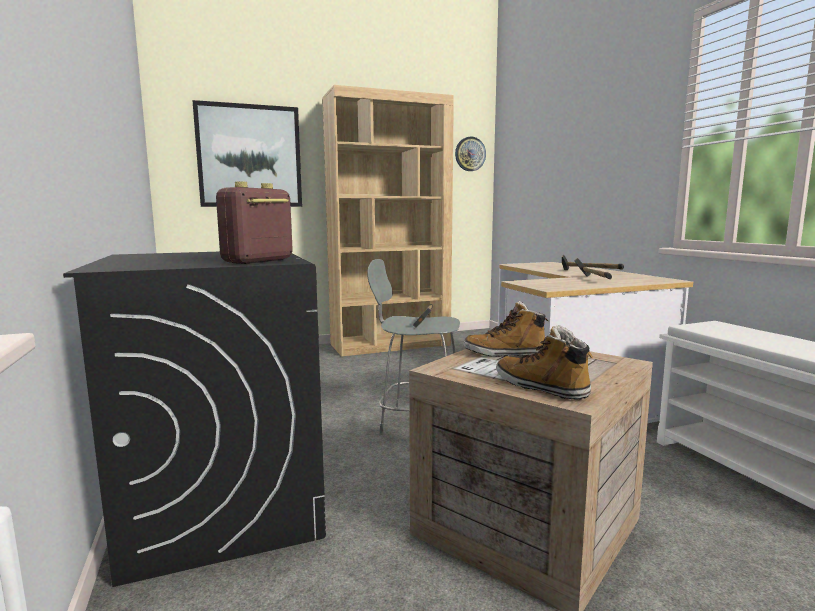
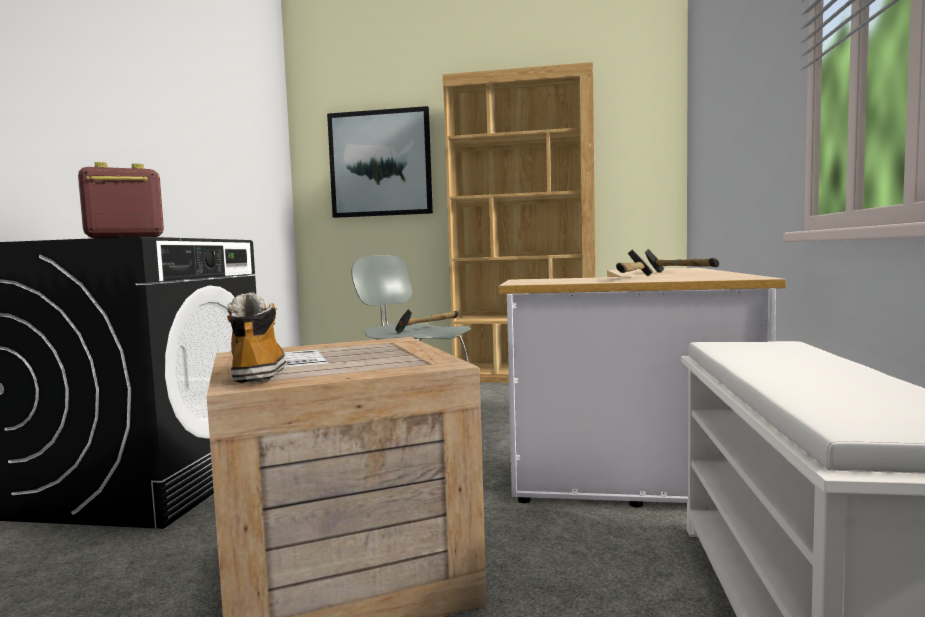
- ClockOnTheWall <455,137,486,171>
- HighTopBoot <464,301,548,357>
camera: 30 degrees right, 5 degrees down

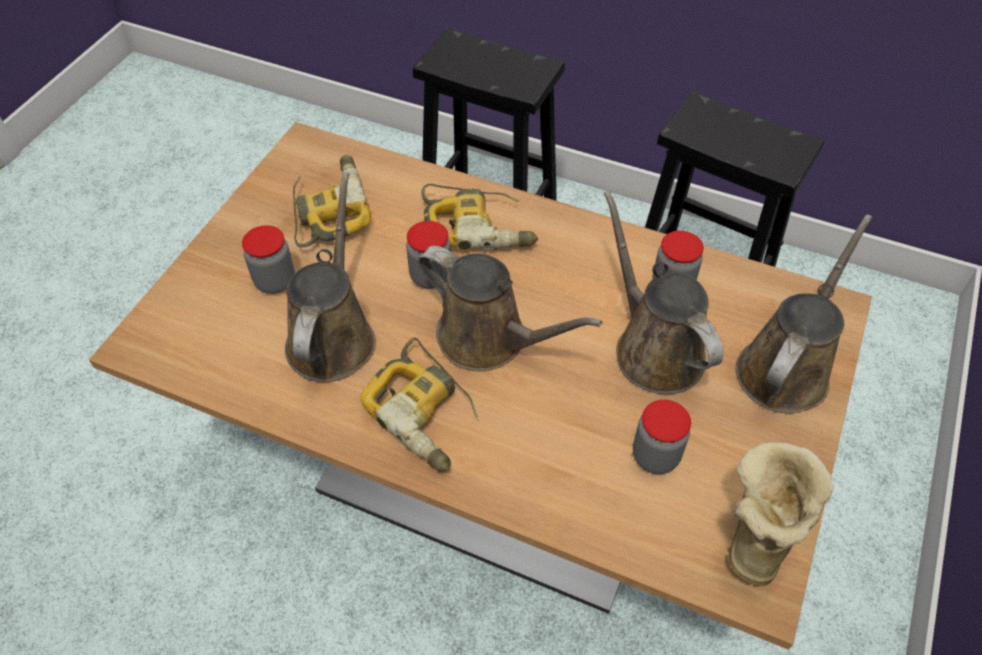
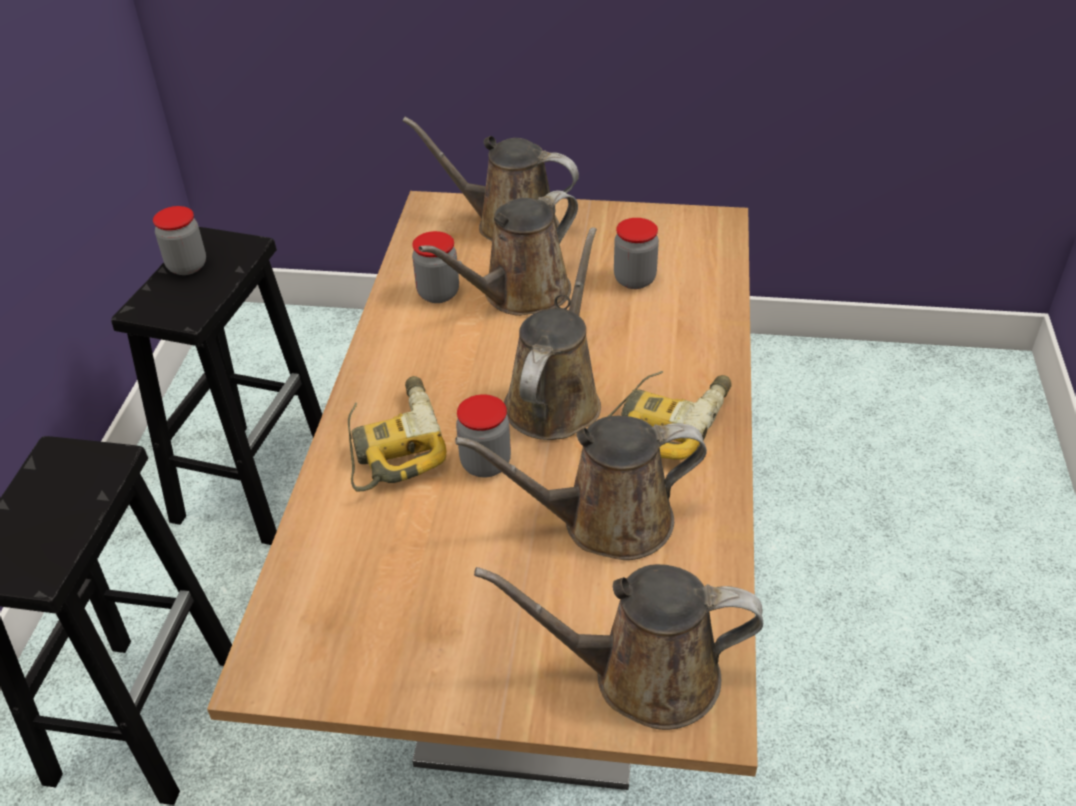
- Drill <293,155,371,247>
~ StorageJar <242,225,295,294> to <153,206,206,275>
- HighTopBoot <728,442,834,586>
+ BrownColouredWateringPot <474,564,763,730>
camera: 105 degrees left, 10 degrees down

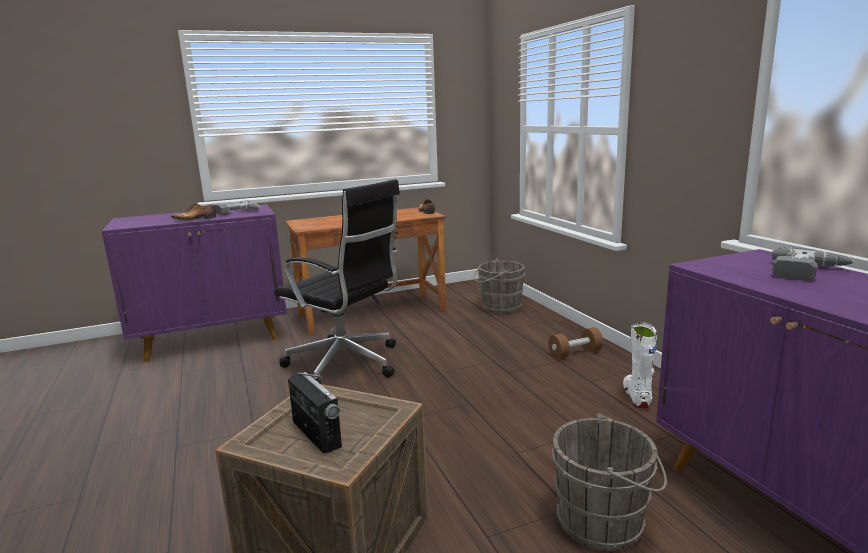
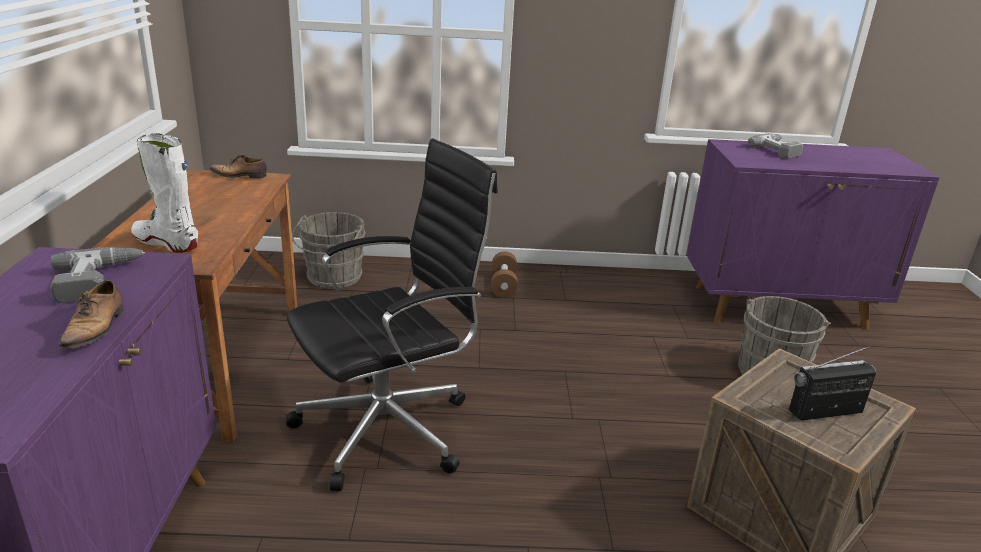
~ WhiteColouredHighTopBoot <623,323,657,408> to <131,133,198,253>
camera: 70 degrees left, 10 degrees up

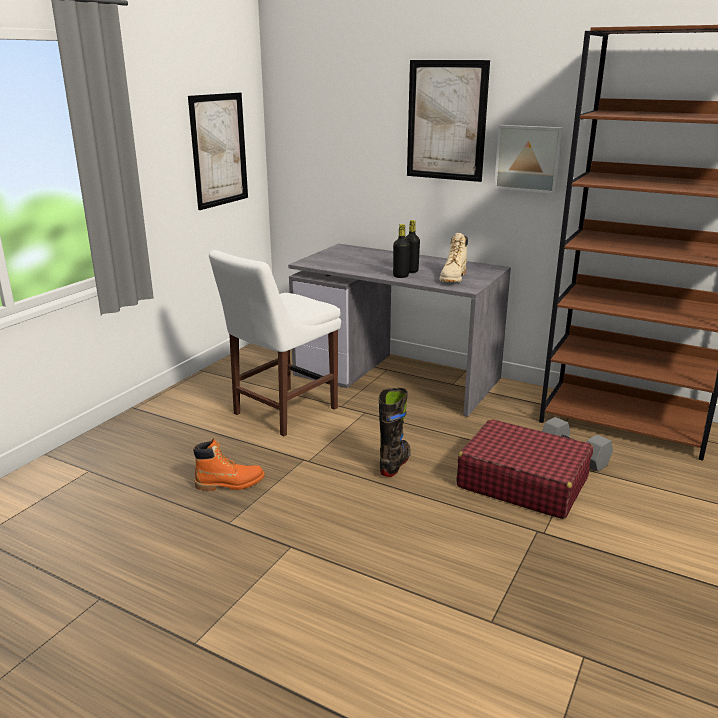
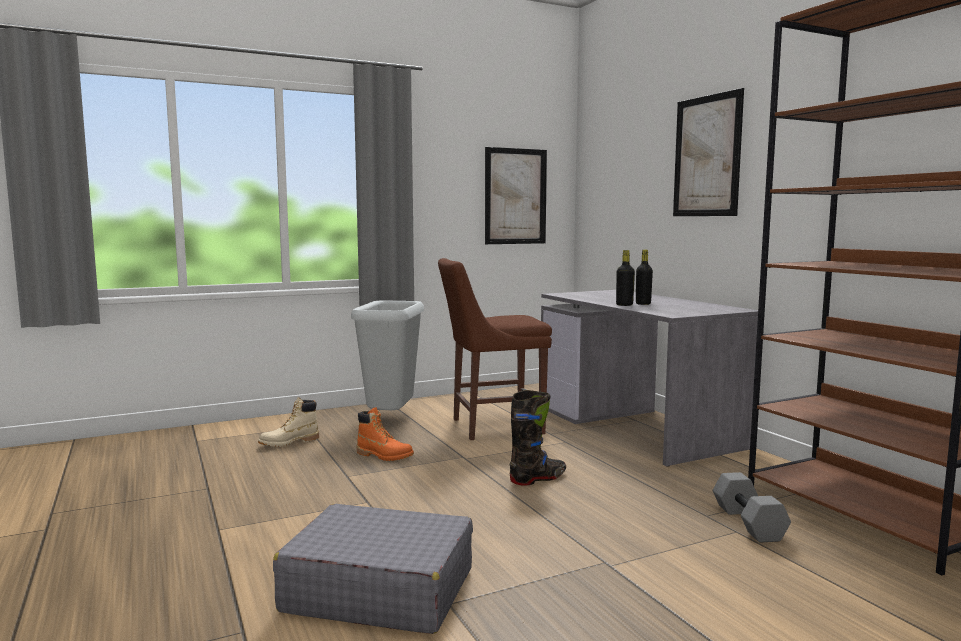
- Picture <494,125,564,194>
~ BeigeColouredHighTopBoot <439,233,468,282> to <258,397,319,447>
~ WhiteColouredChair <209,250,341,436> to BrownColouredChair <438,258,552,440>
- RedColouredTravelCase <457,419,593,519>
+ GrayRubbishBin <351,300,424,410>
+ GrayTravelCase <273,504,473,634>
camera: 35 degrees right, 15 degrees down

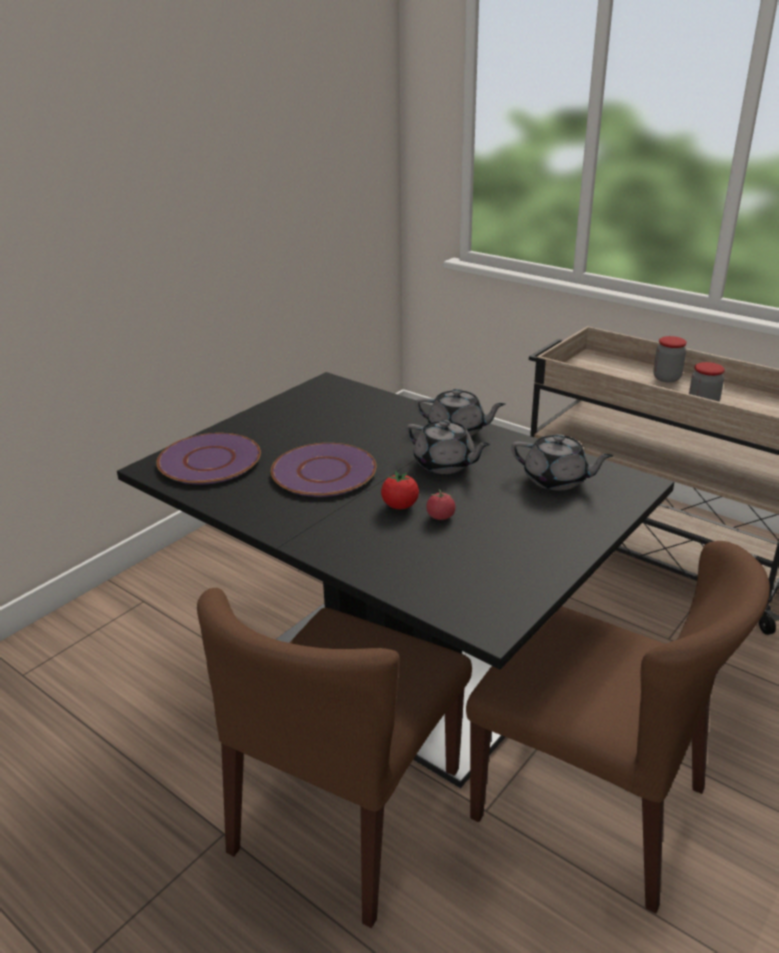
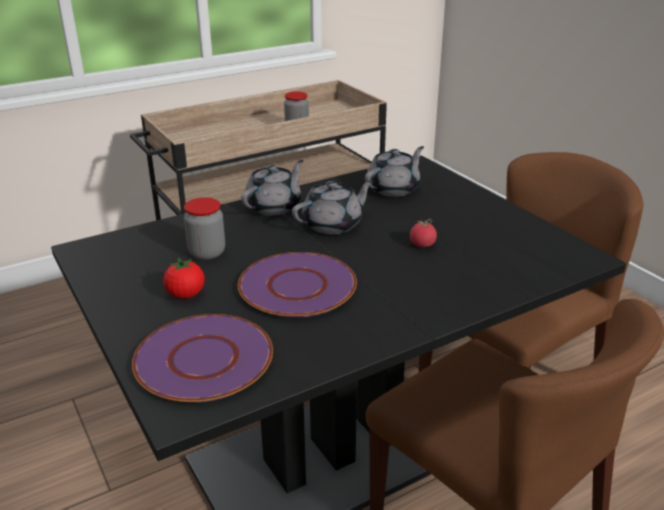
~ StorageJar <653,336,687,383> to <184,197,225,260>
~ FreshTomato <381,471,419,509> to <163,257,205,299>
camera: 70 degrees left, 0 degrees up

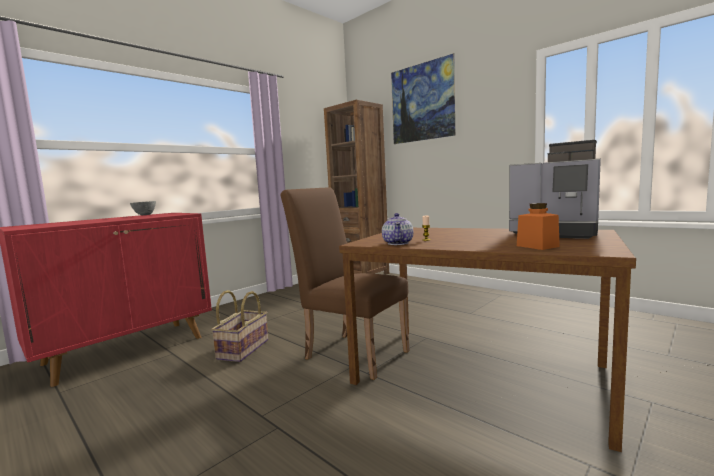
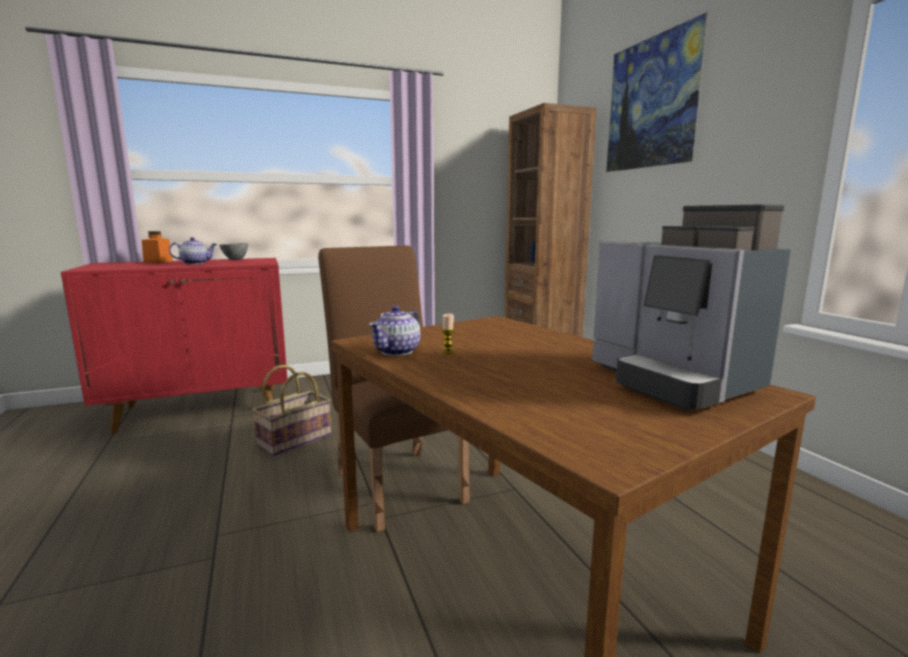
~ OrangeyStorageJar <517,203,560,250> to <142,231,173,263>
+ PotForTea <169,237,217,264>
camera: 25 degrees right, 5 degrees up

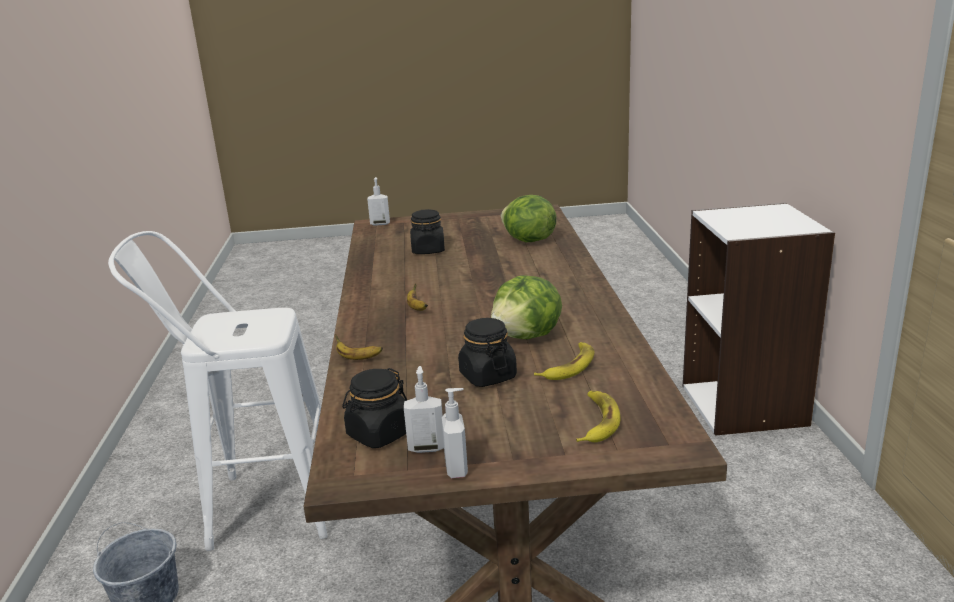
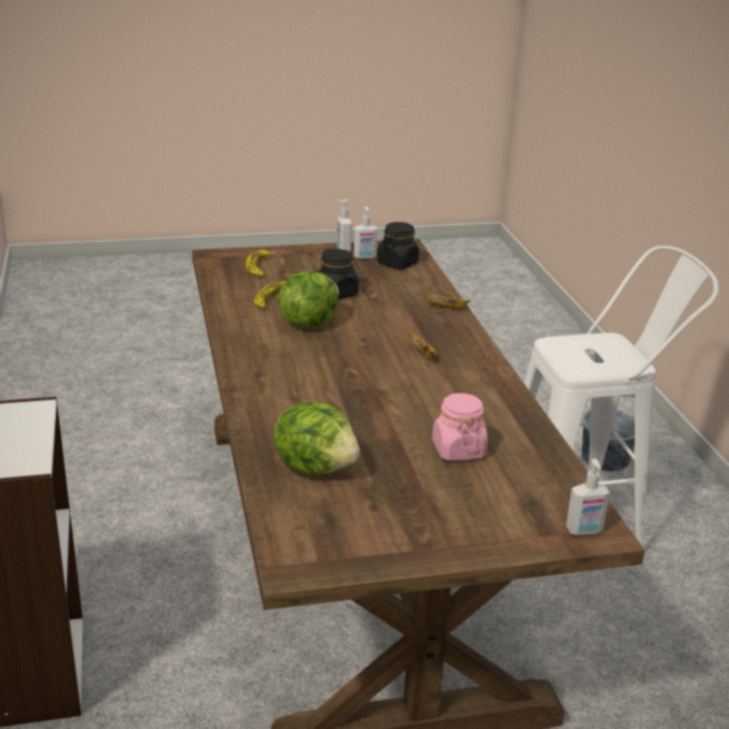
~ BlackStorageJar <410,209,445,254> to PinkColouredStorageJar <432,393,488,461>
camera: 170 degrees right, 5 degrees up

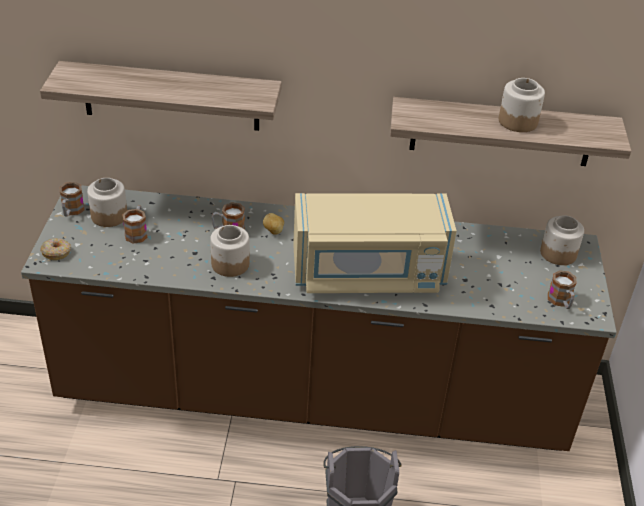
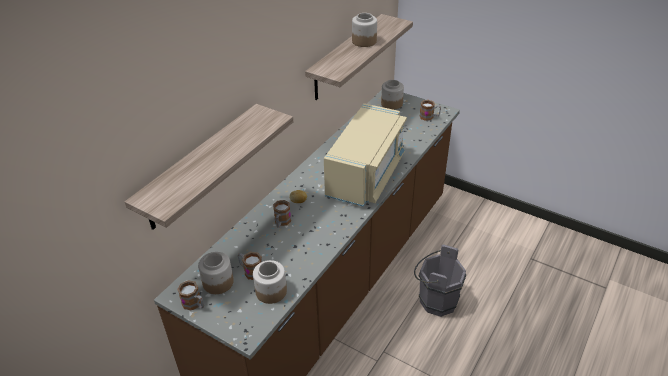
~ StorageJar <210,225,249,277> to <253,260,287,304>
- Donut <40,238,71,260>
camera: 60 degrees left, 0 degrees up

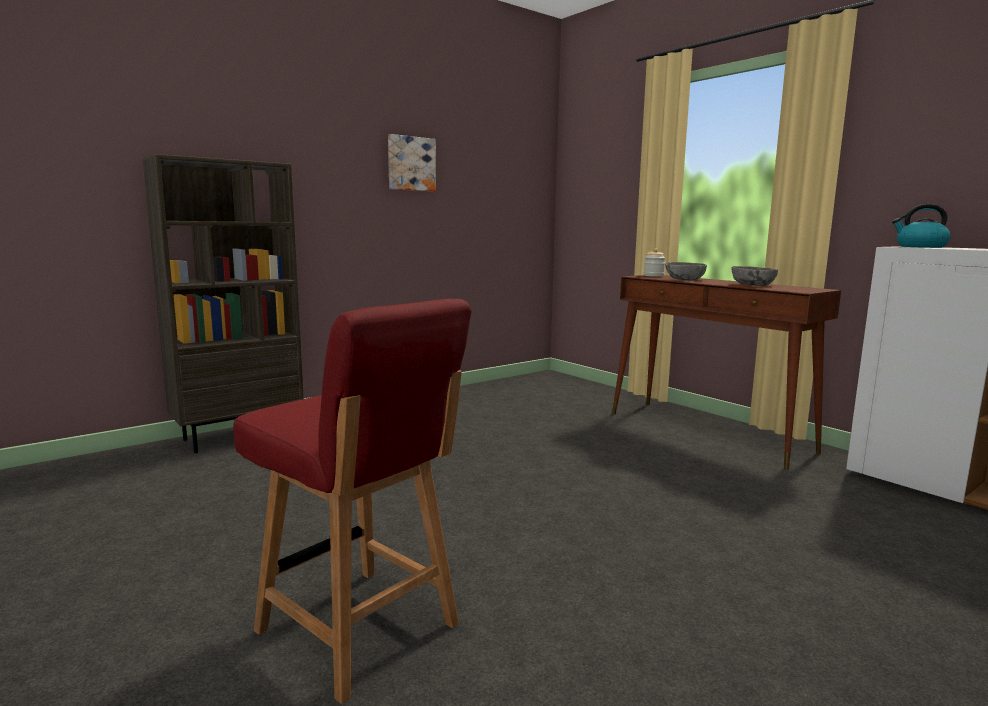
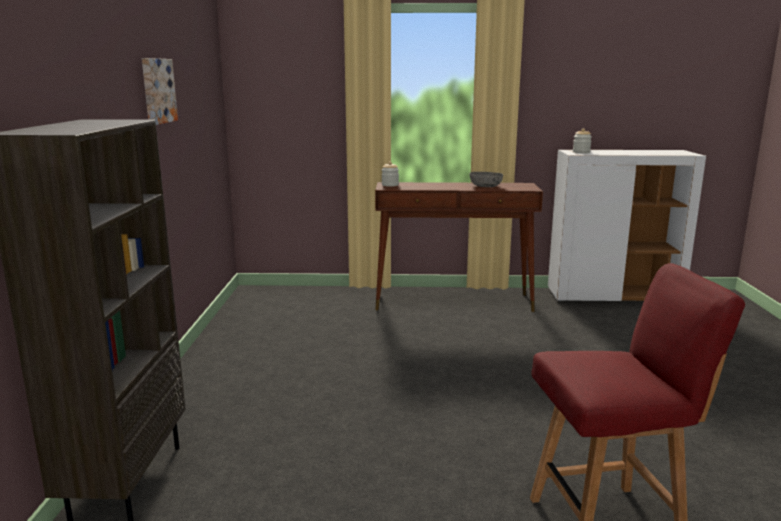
~ Kettle <892,204,951,248> to StorageJar <573,129,592,153>
- GrayBowl <665,262,707,281>
camera: 50 degrees left, 5 degrees up

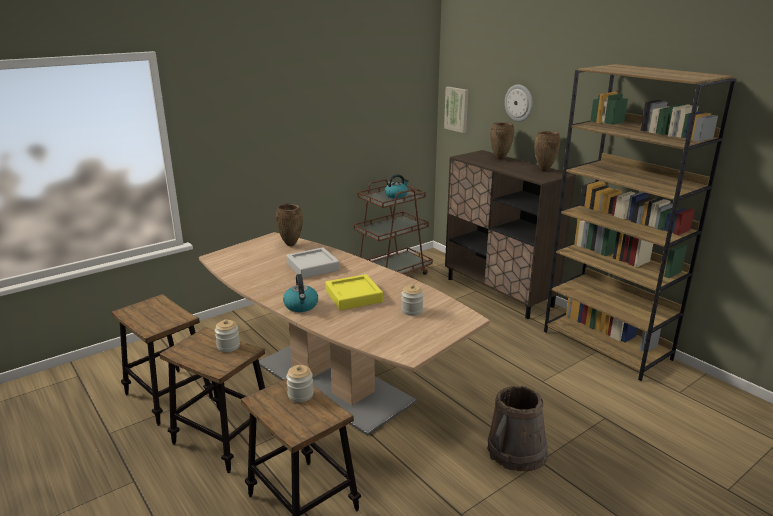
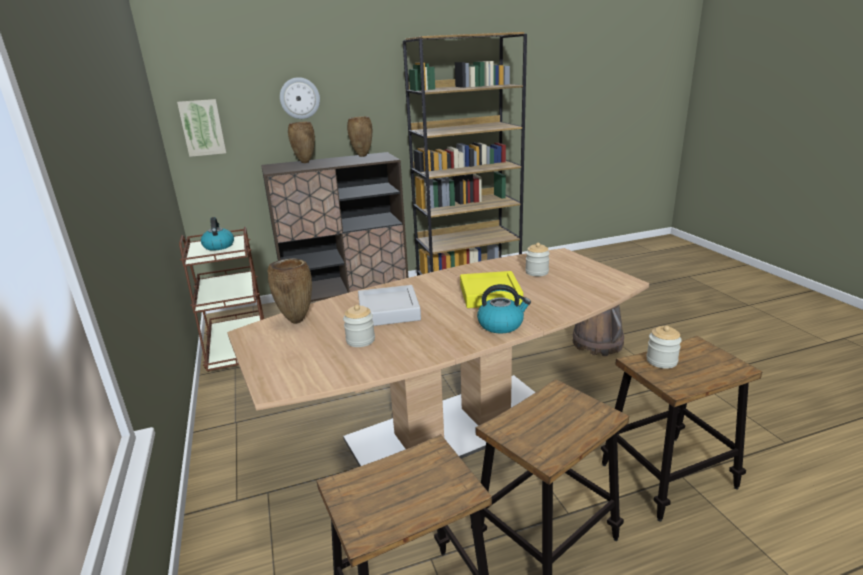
~ StorageJar <215,319,240,352> to <343,305,375,347>
camera: 70 degrees left, 0 degrees up

